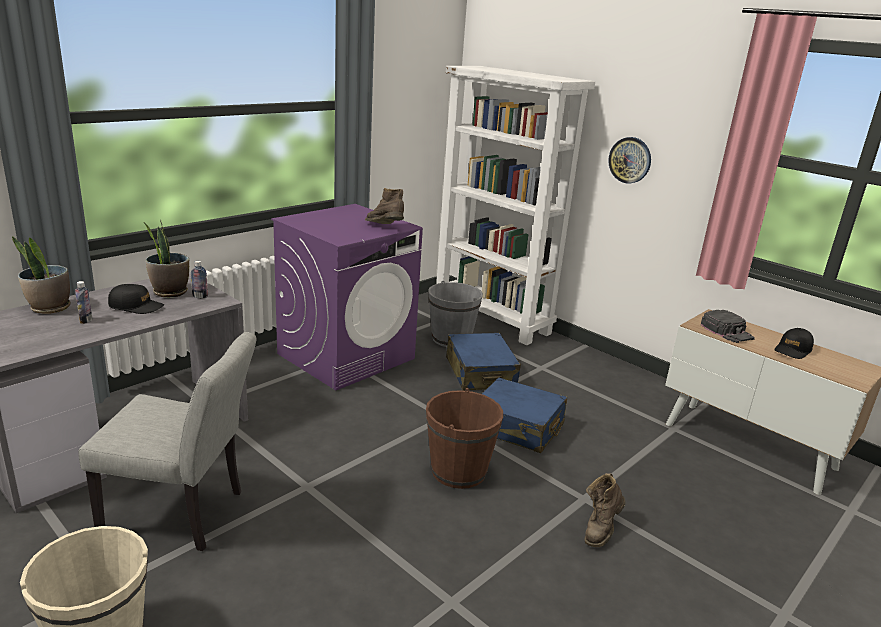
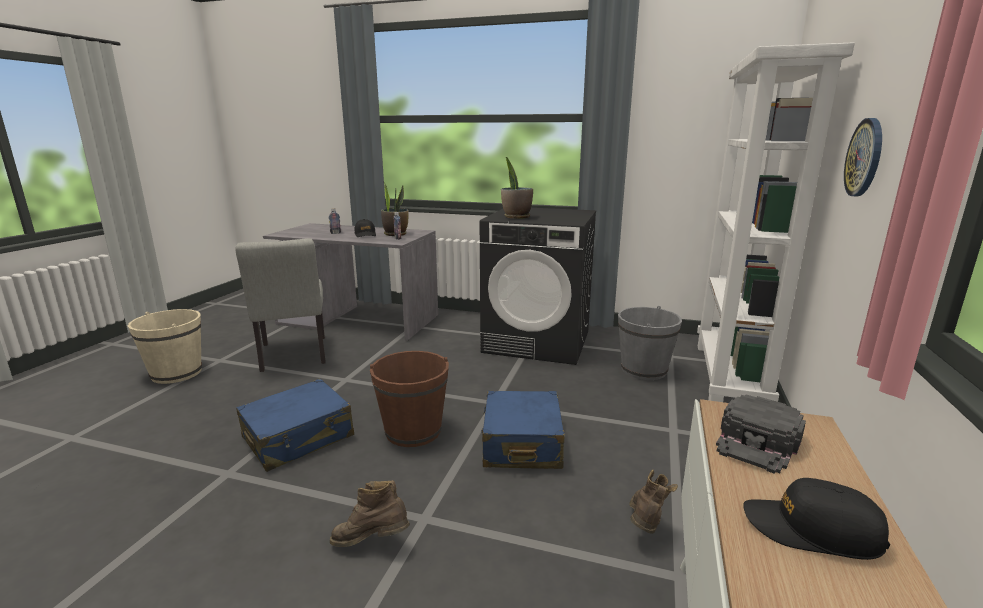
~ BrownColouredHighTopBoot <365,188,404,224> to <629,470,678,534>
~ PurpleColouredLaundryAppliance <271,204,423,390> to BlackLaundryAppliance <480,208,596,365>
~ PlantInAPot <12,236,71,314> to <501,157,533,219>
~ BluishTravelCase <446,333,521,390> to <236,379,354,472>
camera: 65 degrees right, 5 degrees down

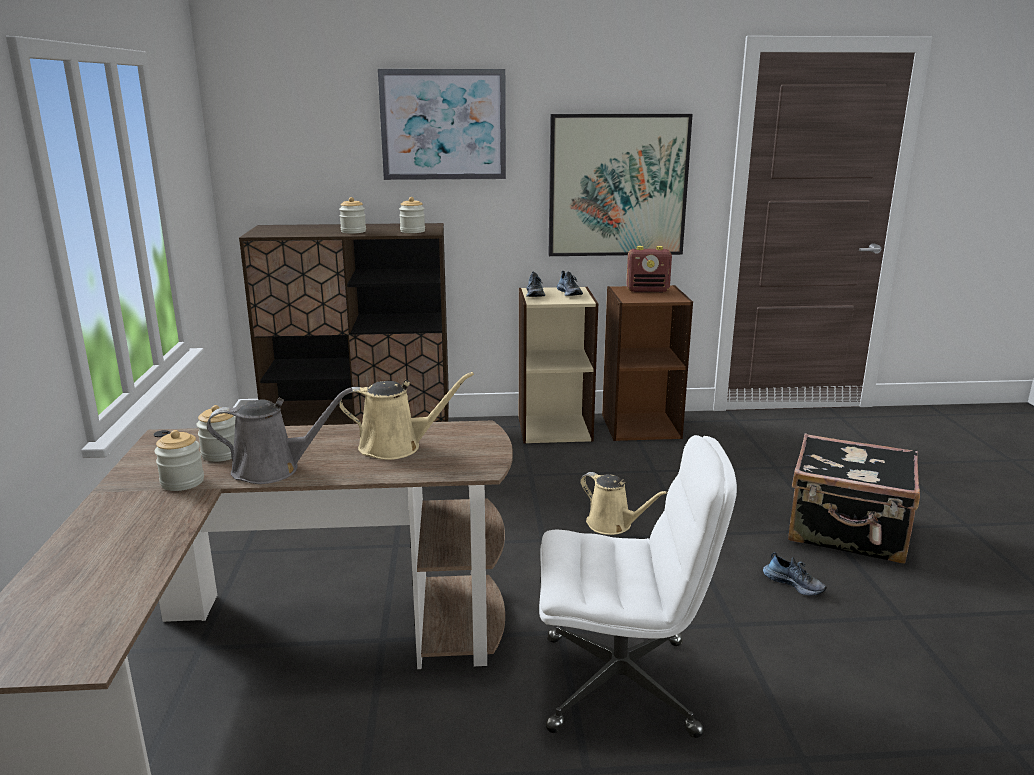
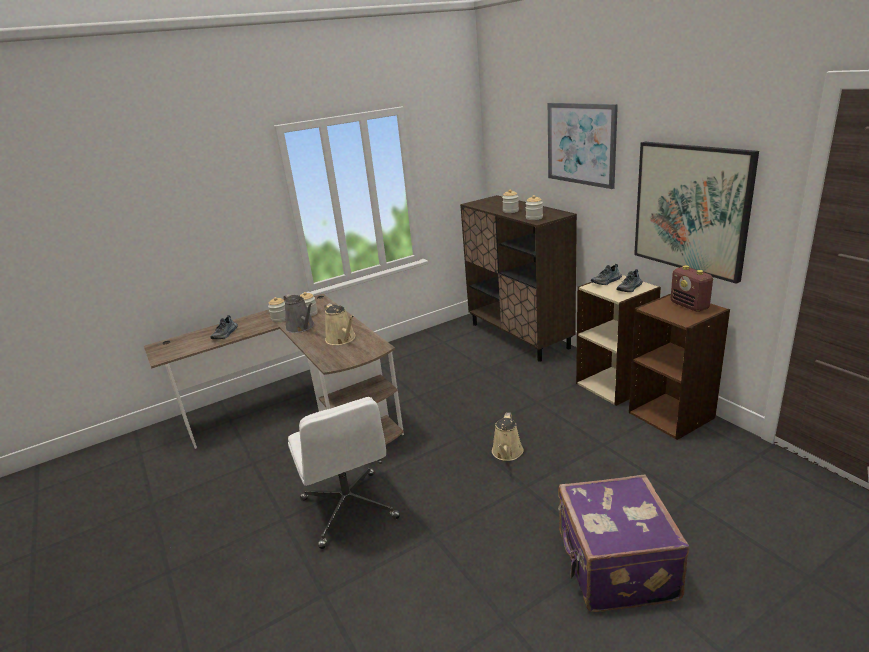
~ BlackTravelCase <788,434,920,563> to PurpleColouredTravelCase <558,475,689,612>
~ Shoe <763,552,827,595> to <210,315,238,339>
camera: 65 degrees right, 5 degrees up

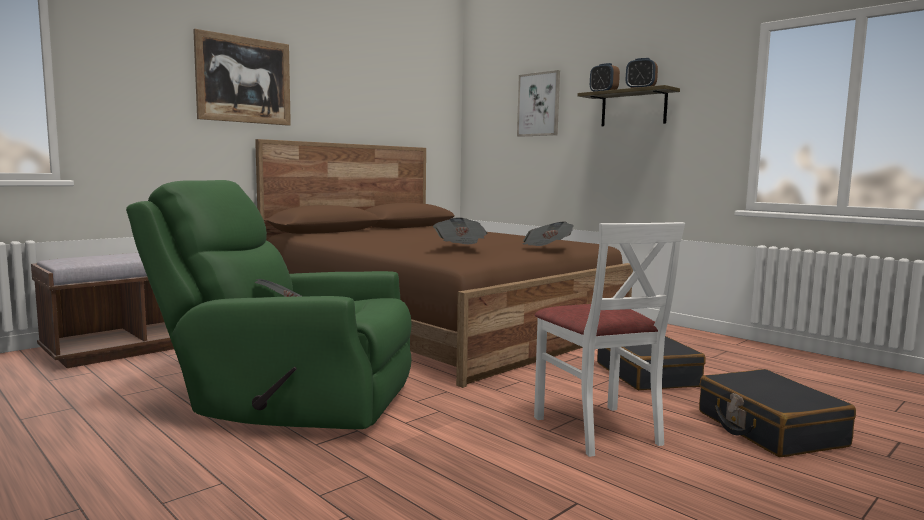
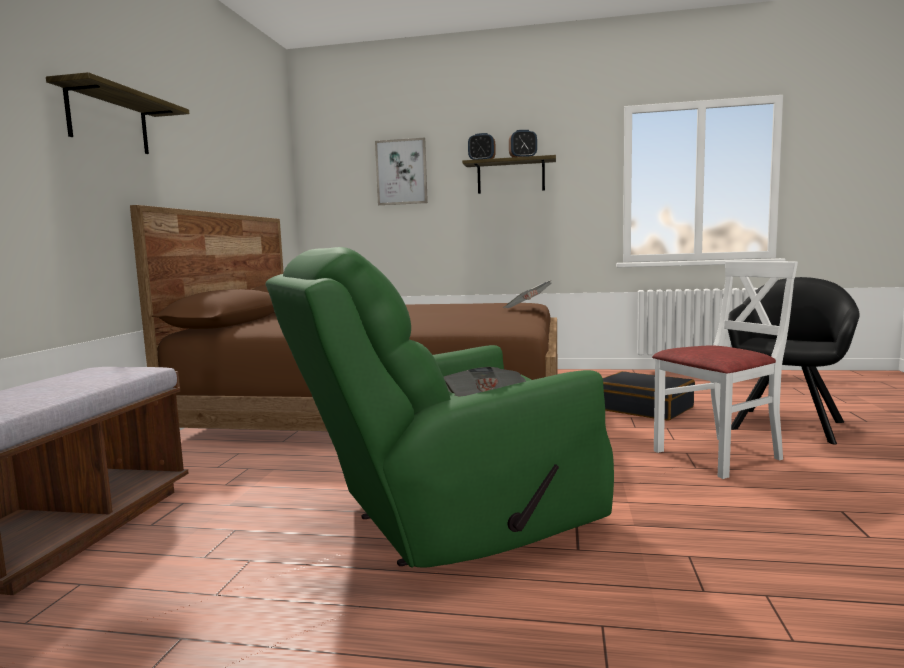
~ Picture <193,29,291,126> to WallShelf <46,72,189,154>
- Newspaper <433,217,487,244>
~ WhiteColouredChair <534,222,685,457> = <652,261,798,479> 60 degrees counterclockwise
~ BlackTravelCase <699,369,856,457> to BlackEasyChair <728,277,860,445>
camera: 35 degrees left, 0 degrees up

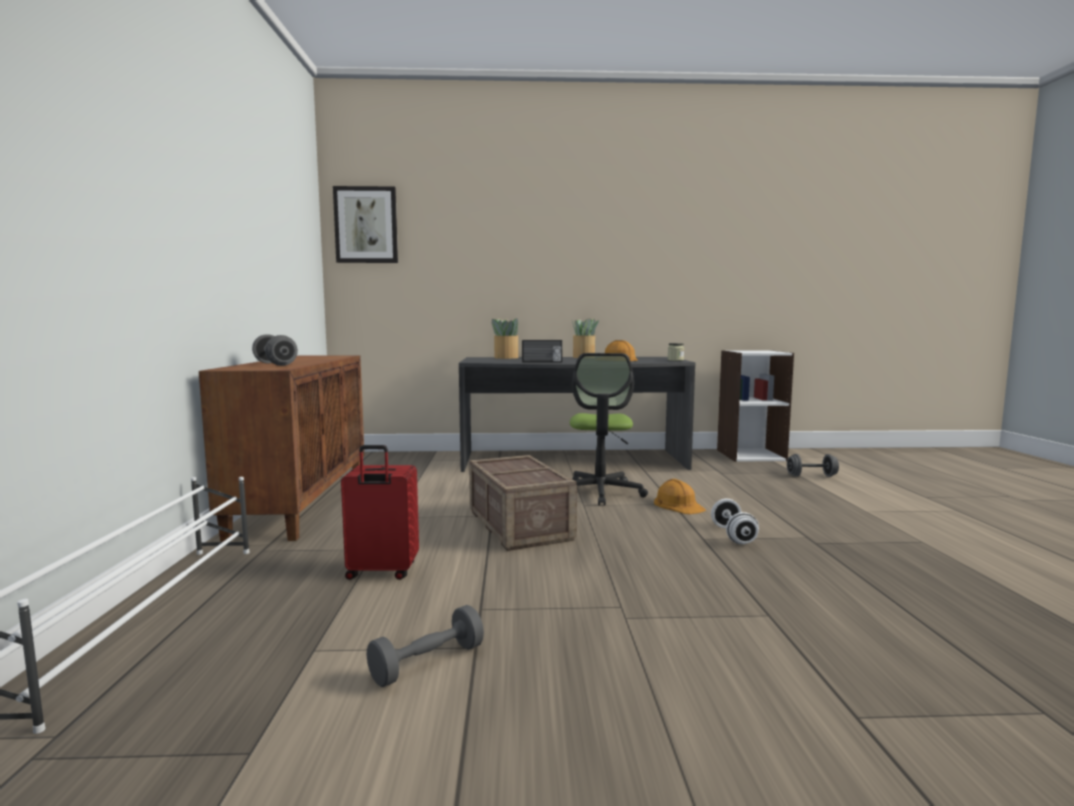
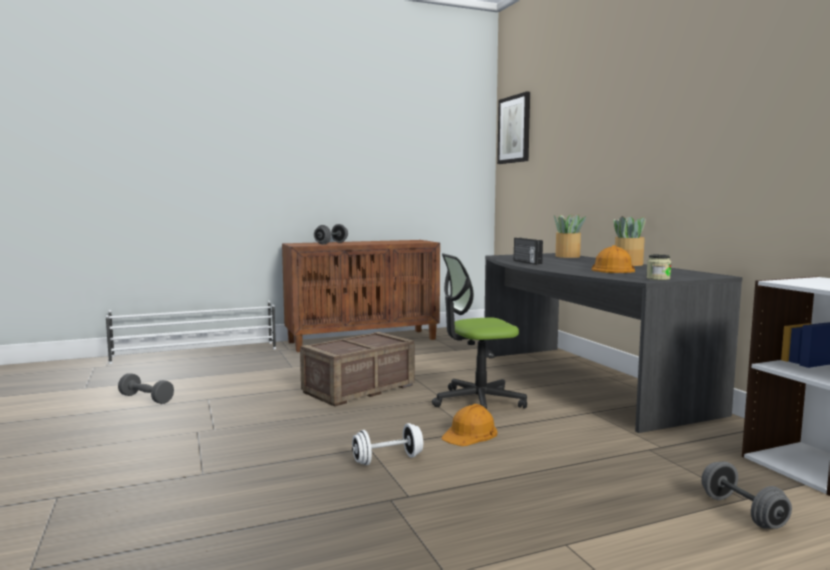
- RedColouredTravelCase <341,445,419,580>
camera: 70 degrees right, 0 degrees up

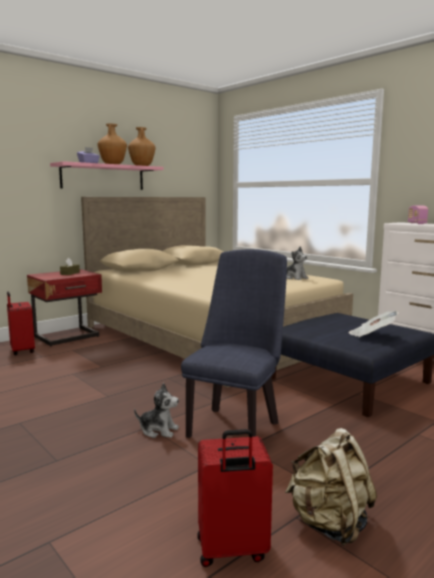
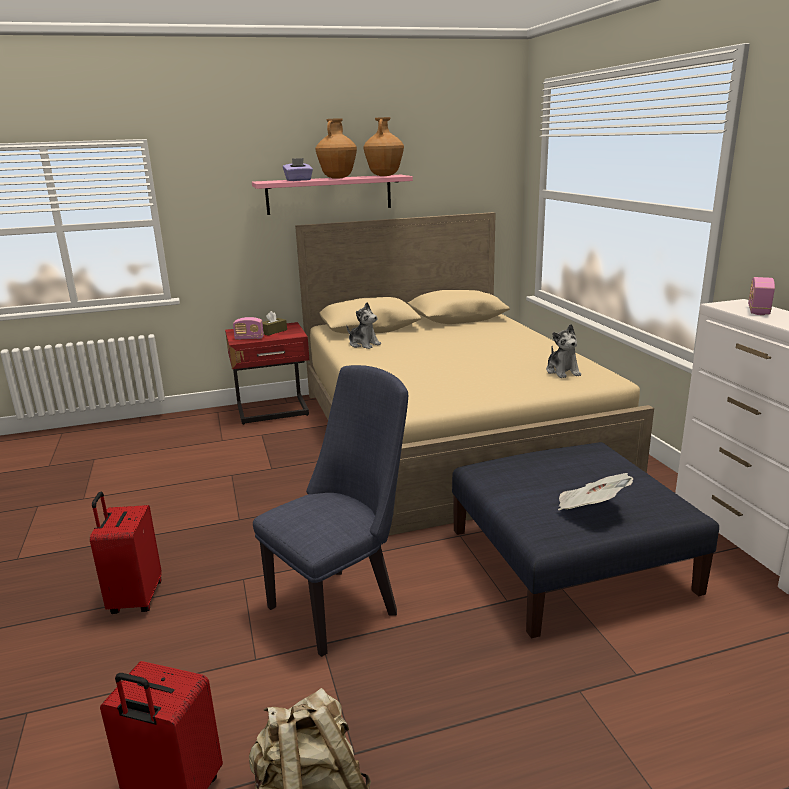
~ RedColouredTravelCase <7,292,35,355> to <90,492,162,614>
~ CuddlyToy <134,383,179,438> to <346,302,381,349>
+ RadioSet <233,317,264,340>
camera: 25 degrees right, 10 degrees up

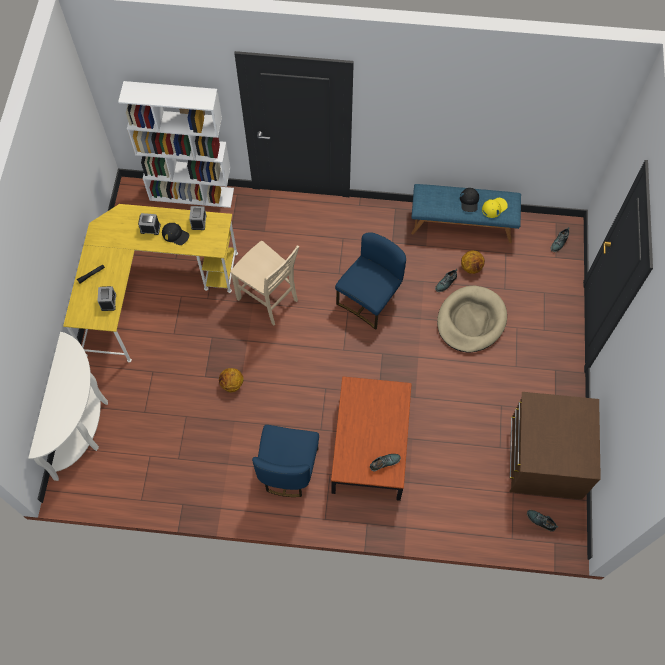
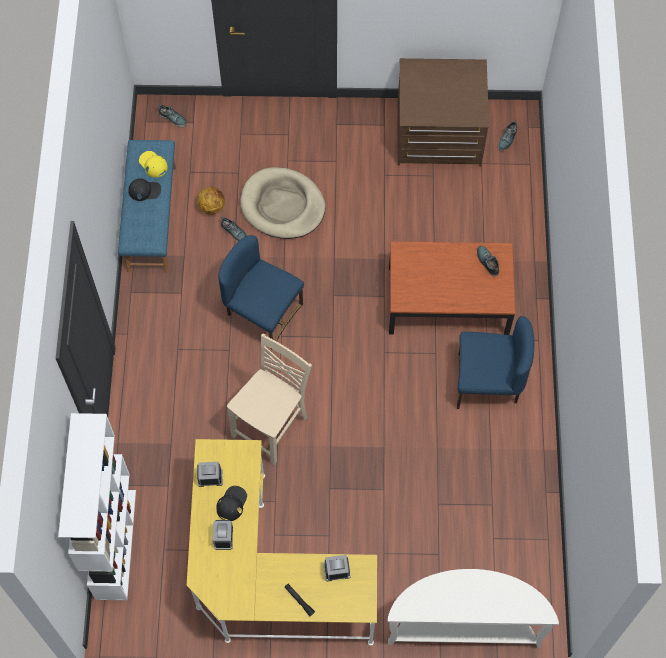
- BasketballBall <219,368,244,392>
camera: 95 degrees left, 0 degrees up

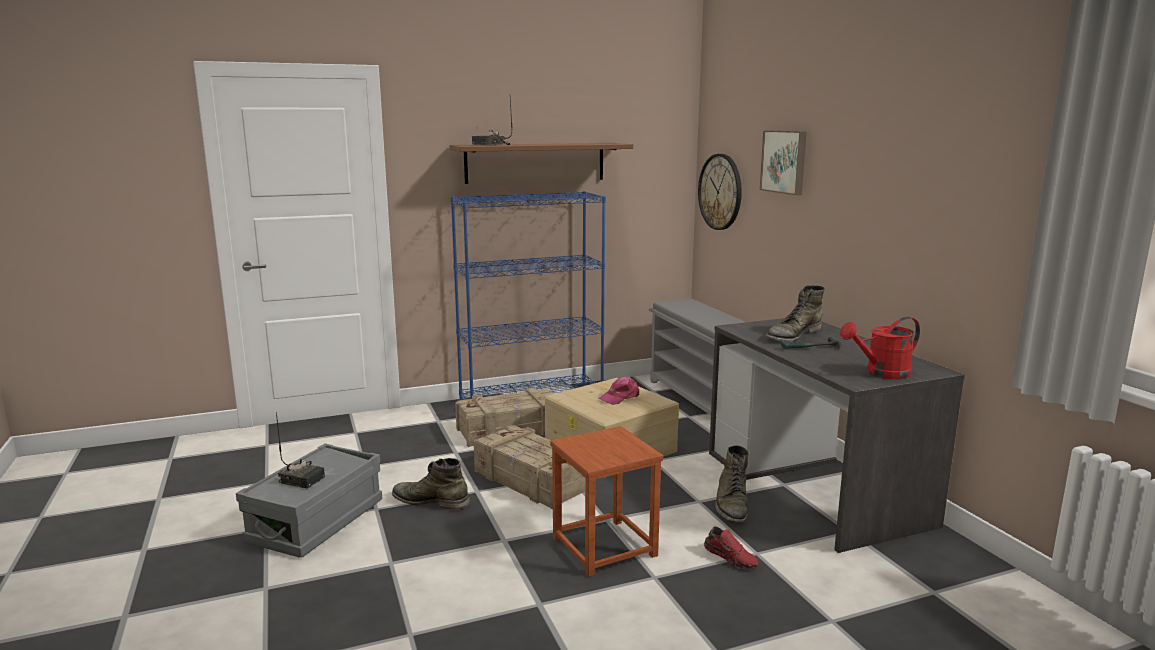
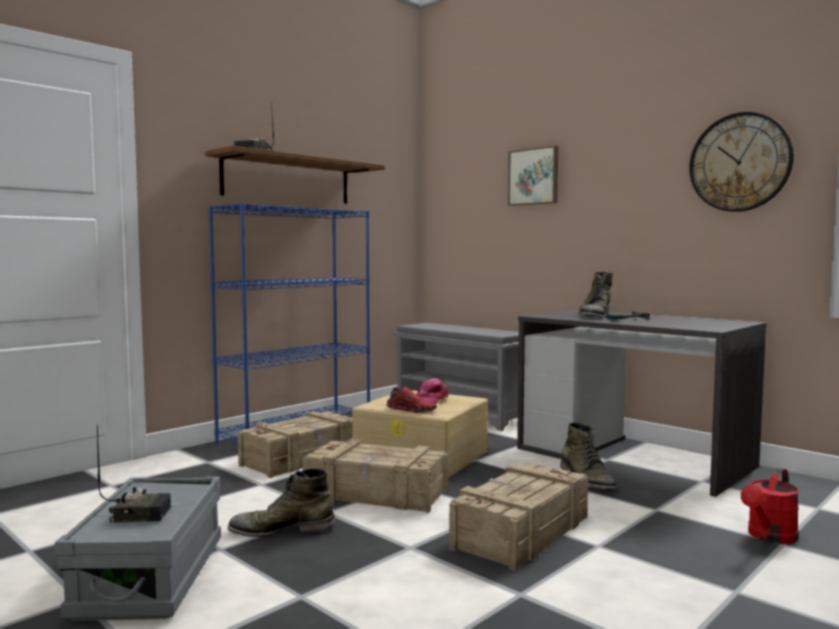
~ ClockOnTheWall <698,154,742,230> to <689,112,794,212>
~ RedColouredWateringPot <840,317,920,380> to <741,468,799,544>
~ BrownColouredStoolSeat <550,426,663,577> to ShippingCrate <449,462,588,571>
~ RedColouredShoe <704,526,759,570> to <386,387,437,413>
camera: 25 degrees left, 10 degrees down

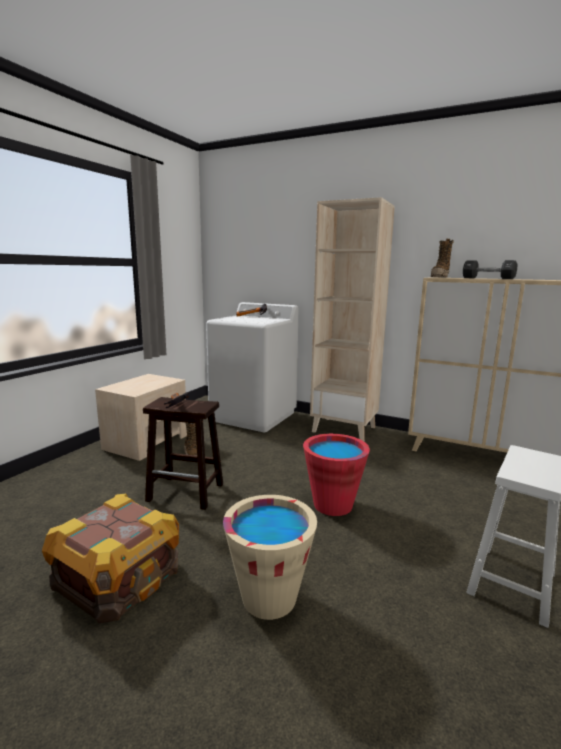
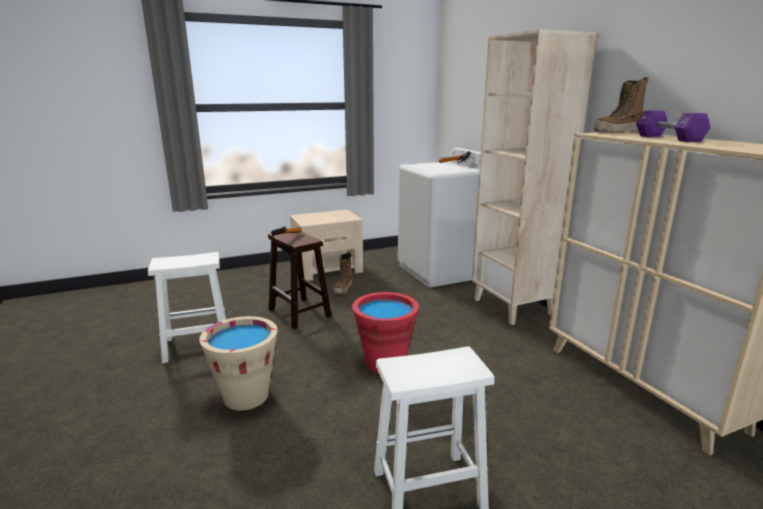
~ BlackHandWeight <463,260,517,279> to PurpleColouredHandWeight <636,111,711,142>
~ ShippingCrate <42,494,179,624> to WhiteColouredStoolSeat <148,252,226,363>
camera: 40 degrees right, 5 degrees up

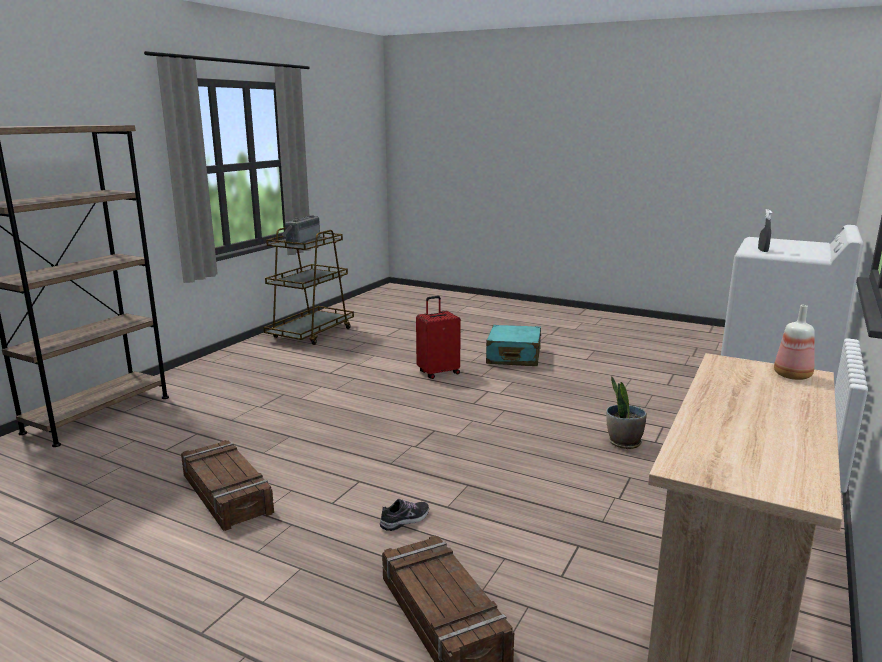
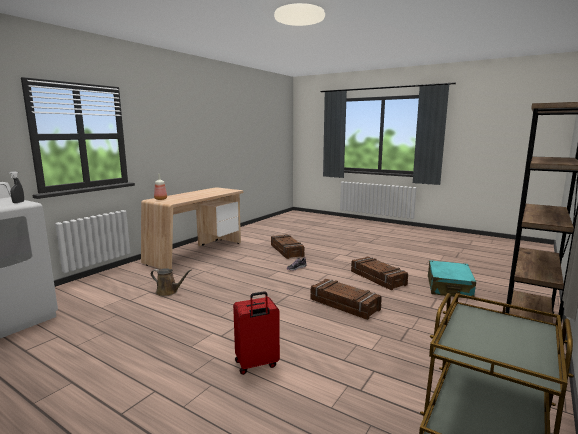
- RadioSet <282,215,320,245>
~ BlueGreenTravelCase <486,325,541,366> to <428,260,476,298>
~ PlantInAPot <606,376,647,449> to BrownColouredWateringPot <151,268,192,296>
+ ShippingCrate <310,279,382,320>
camera: 175 degrees left, 5 degrees down

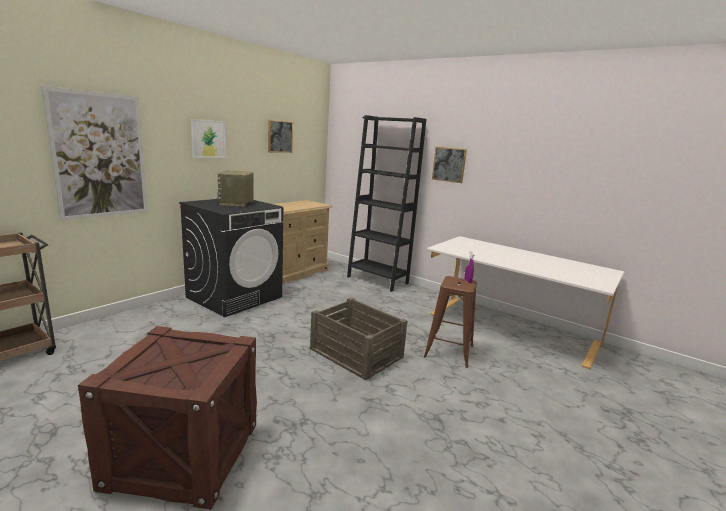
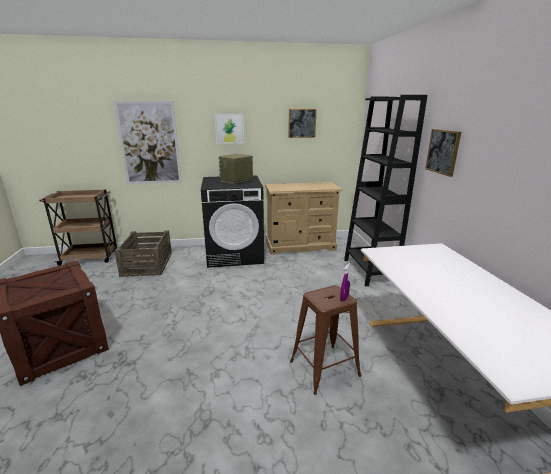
~ ShippingCrate <310,297,408,380> to <114,230,172,277>
camera: 45 degrees right, 5 degrees up

